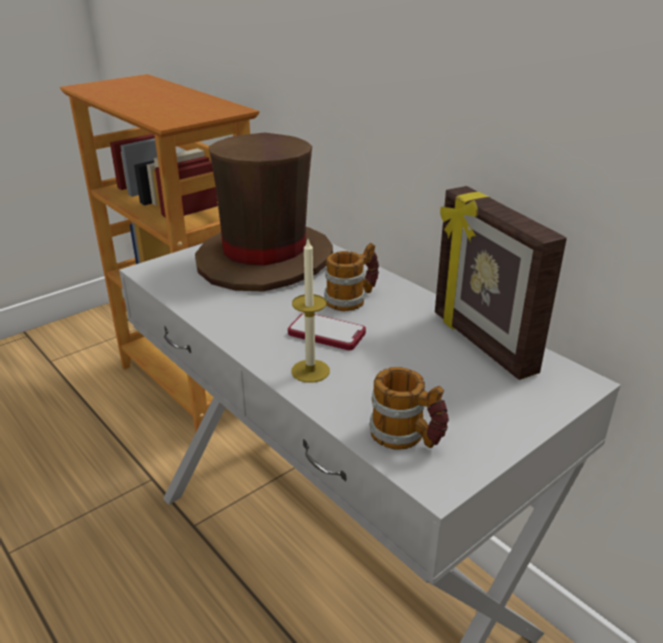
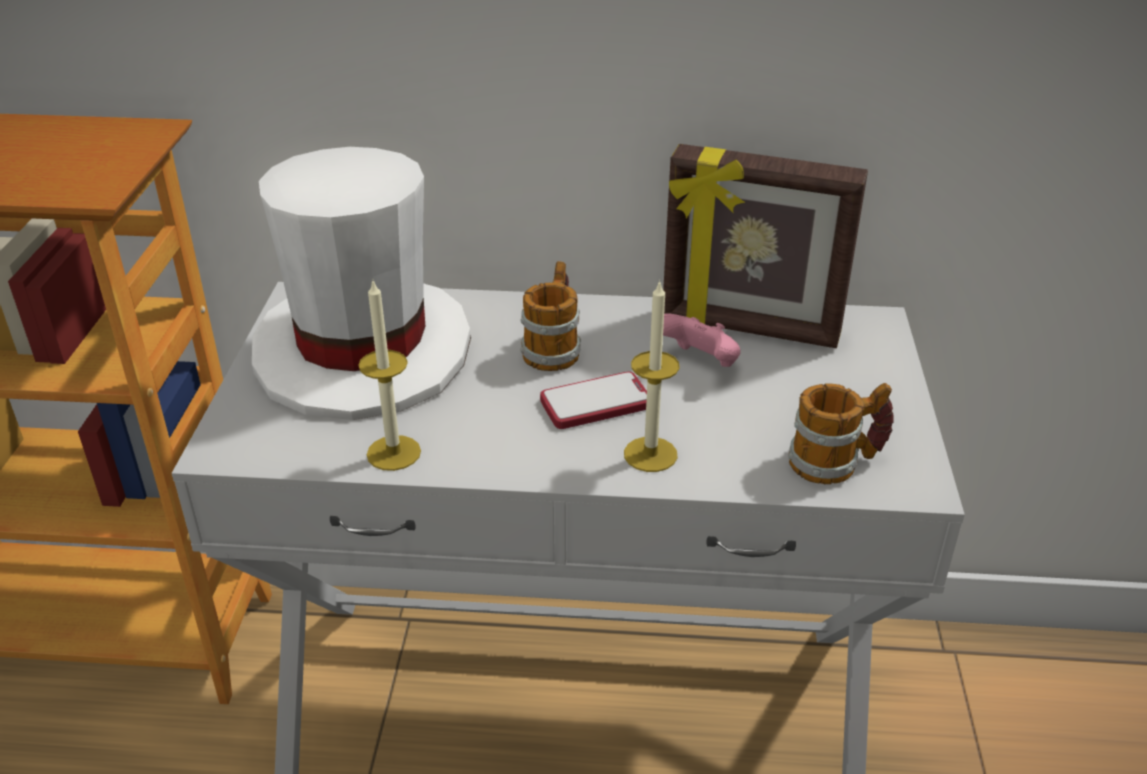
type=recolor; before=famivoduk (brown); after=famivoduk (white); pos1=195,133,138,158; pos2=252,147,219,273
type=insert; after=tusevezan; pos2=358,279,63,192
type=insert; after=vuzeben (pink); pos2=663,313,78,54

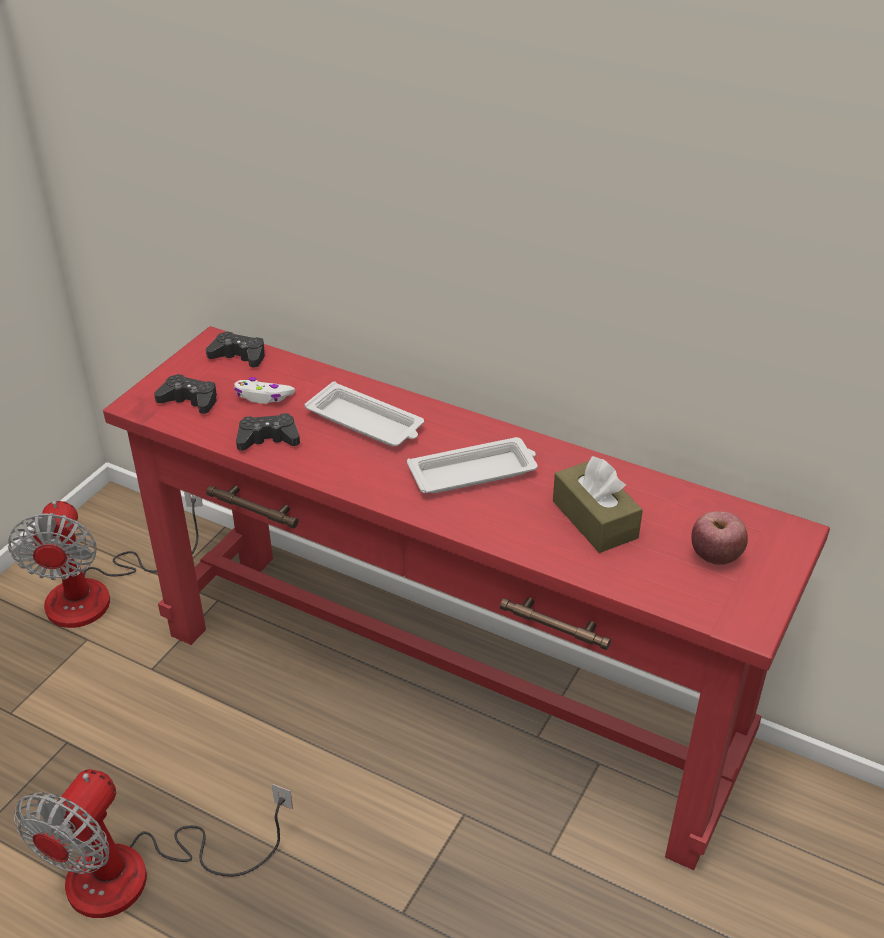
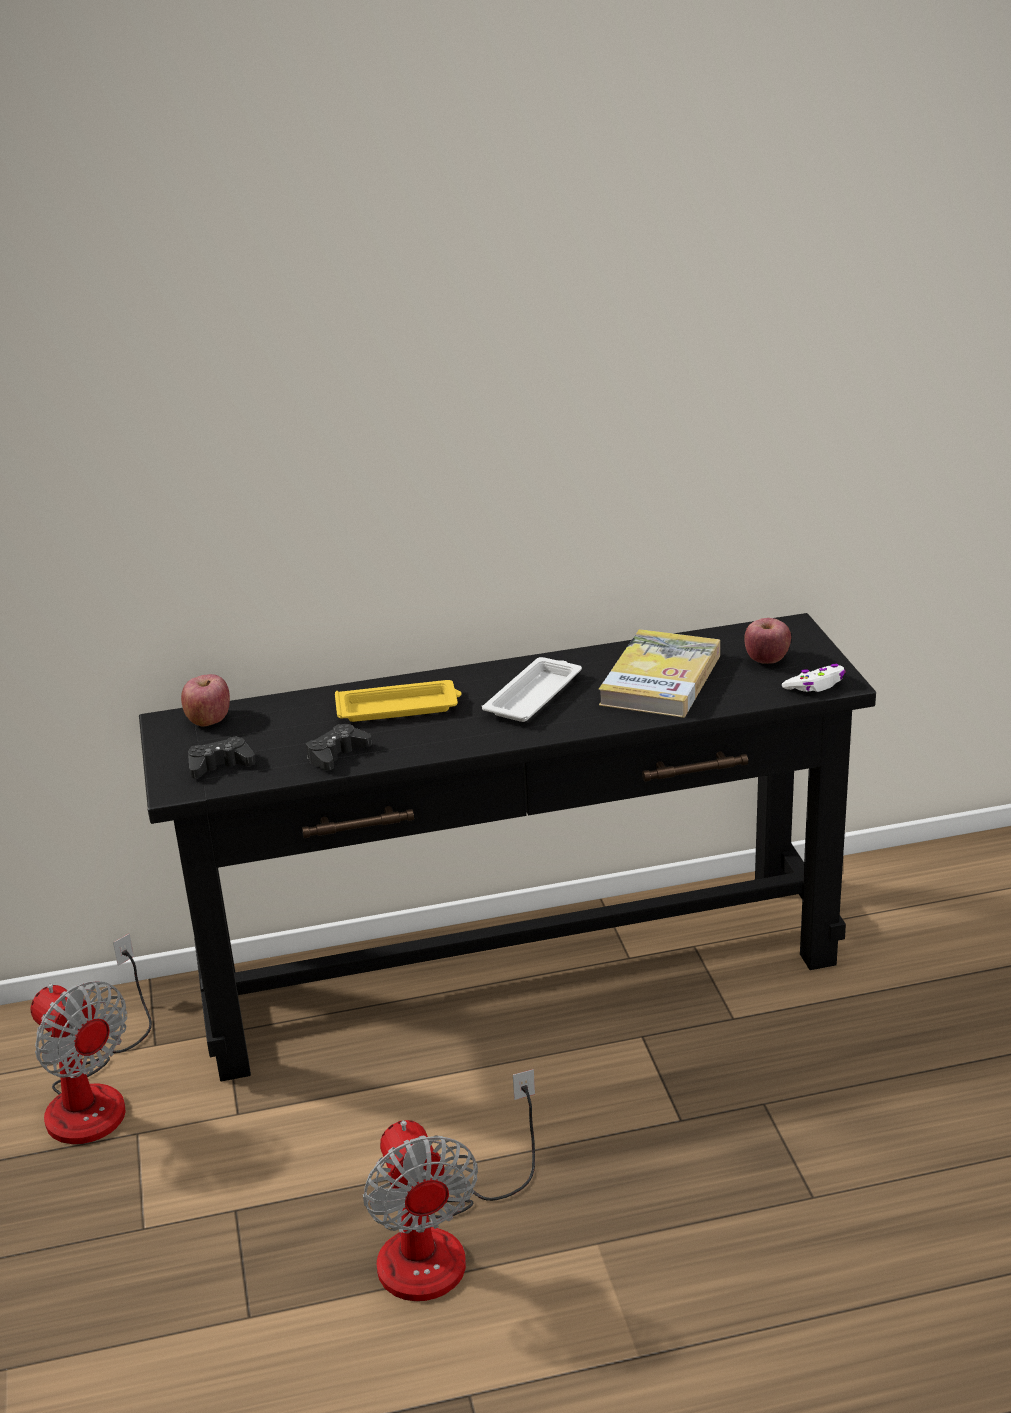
type=recolor; before=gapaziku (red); after=gapaziku (black); pos1=103,326,727,544; pos2=139,613,737,468
type=replace; before=vuzeben (black); after=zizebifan; pos1=206,331,59,37; pos2=181,674,49,52
type=recolor; before=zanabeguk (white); after=zanabeguk (yellow); pos1=304,381,120,66; pos2=335,680,126,42
type=replace; before=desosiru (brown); after=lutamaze; pos1=553,456,90,97; pos2=598,629,122,89
type=move; before=vuzeben (white); pos1=234,377,61,27; pos2=782,664,64,28

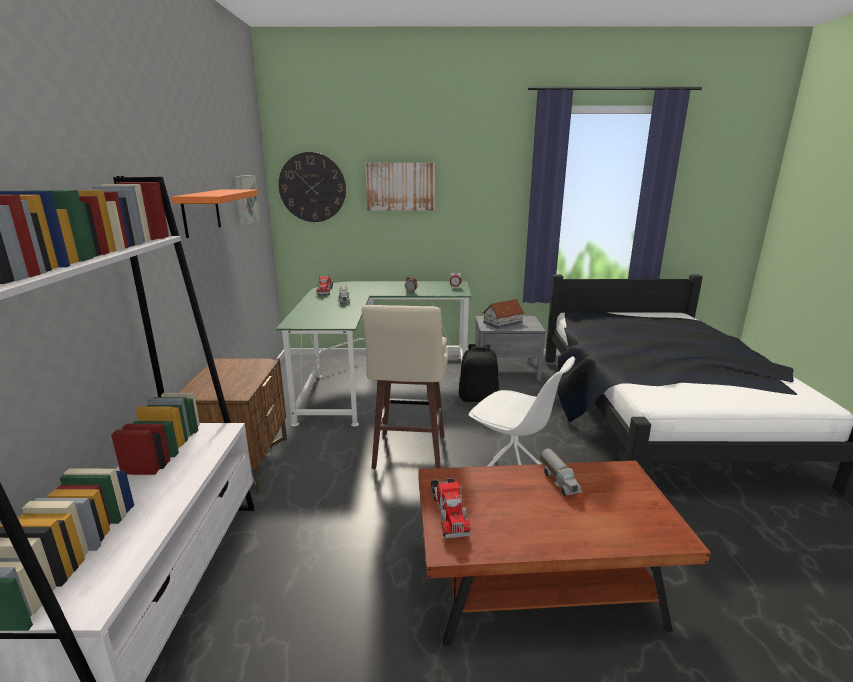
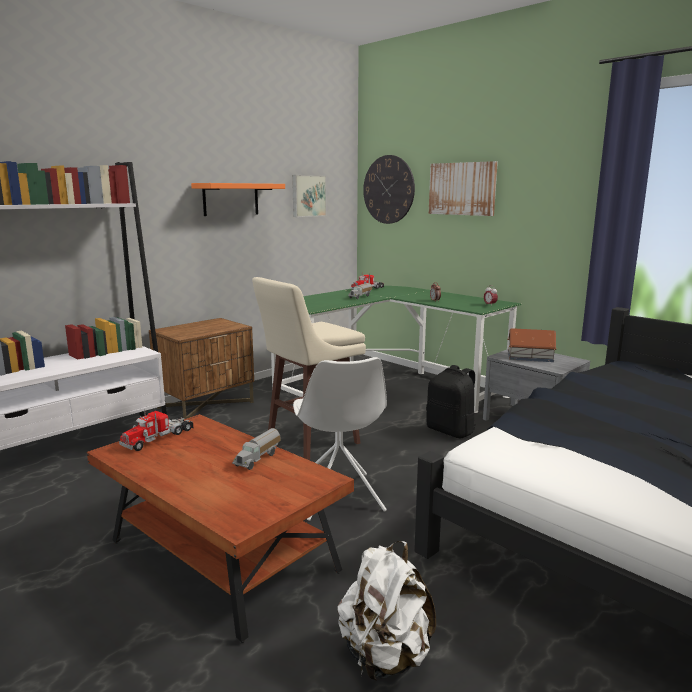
type=insert; after=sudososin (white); pos2=337,541,99,140

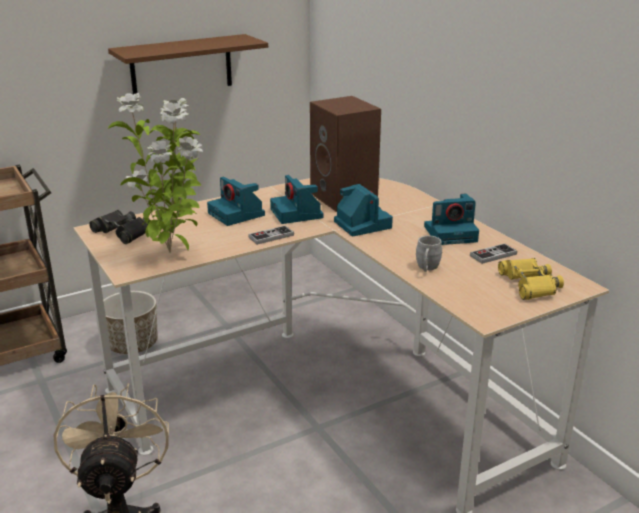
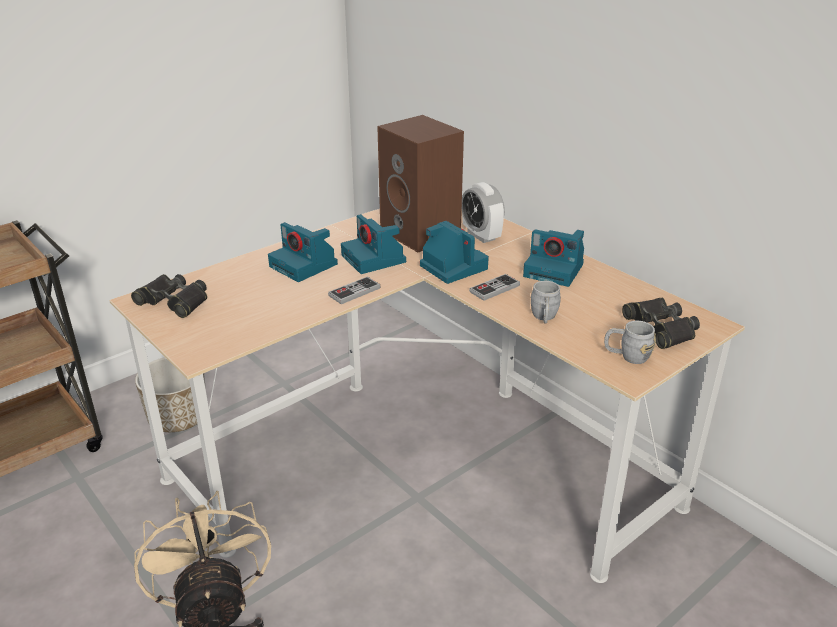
type=insert; after=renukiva; pos2=462,182,43,61
type=move; before=vuzeben; pos1=470,243,47,21; pos2=469,274,51,27
type=rotate; before=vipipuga; pos1=424,194,55,51; pos2=523,230,61,57; turn=45
type=insert; after=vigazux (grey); pos2=604,321,52,43
type=recolor; before=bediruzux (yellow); after=bediruzux (black); pos1=498,258,66,42; pos2=622,298,78,51
type=delete; before=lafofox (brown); pos1=108,34,160,61
type=delete; before=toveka; pos1=108,93,95,160

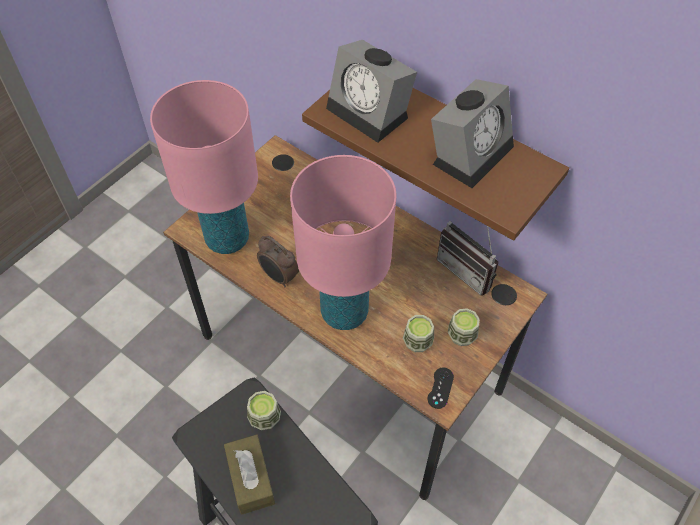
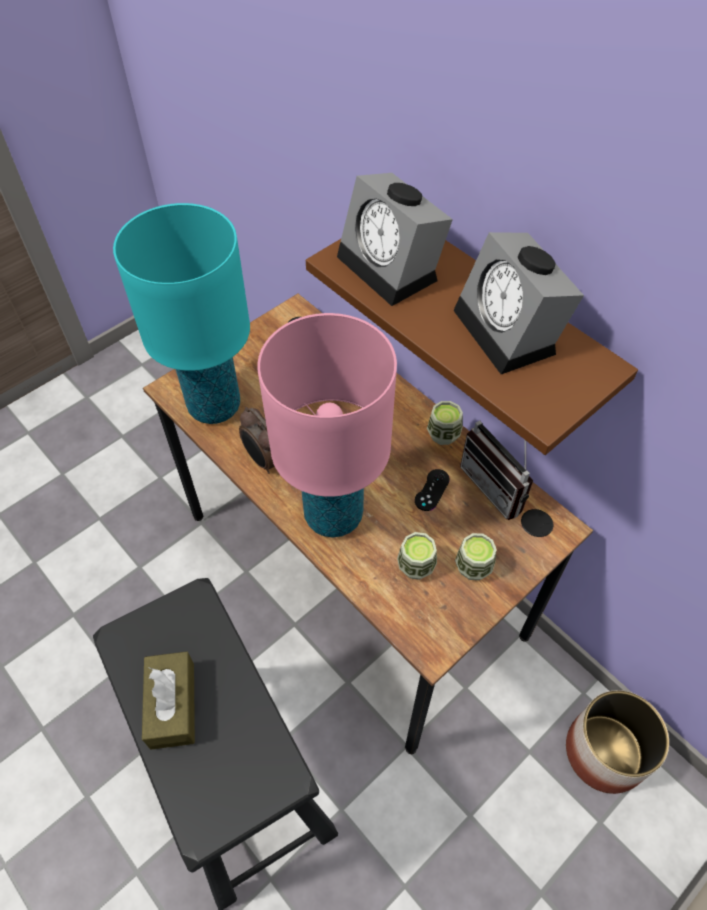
type=recolor; before=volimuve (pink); after=volimuve (turquoise); pos1=150,80,108,174; pos2=113,203,137,221
type=move; before=vuzeben (black); pos1=428,367,26,42; pos2=415,469,35,42
type=move; before=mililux; pos1=247,391,34,39; pos2=427,401,36,44
type=rotate; before=renukiva; pos1=431,79,83,109; pos2=453,232,131,142; turn=105
type=insert; after=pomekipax; pos2=566,690,103,104

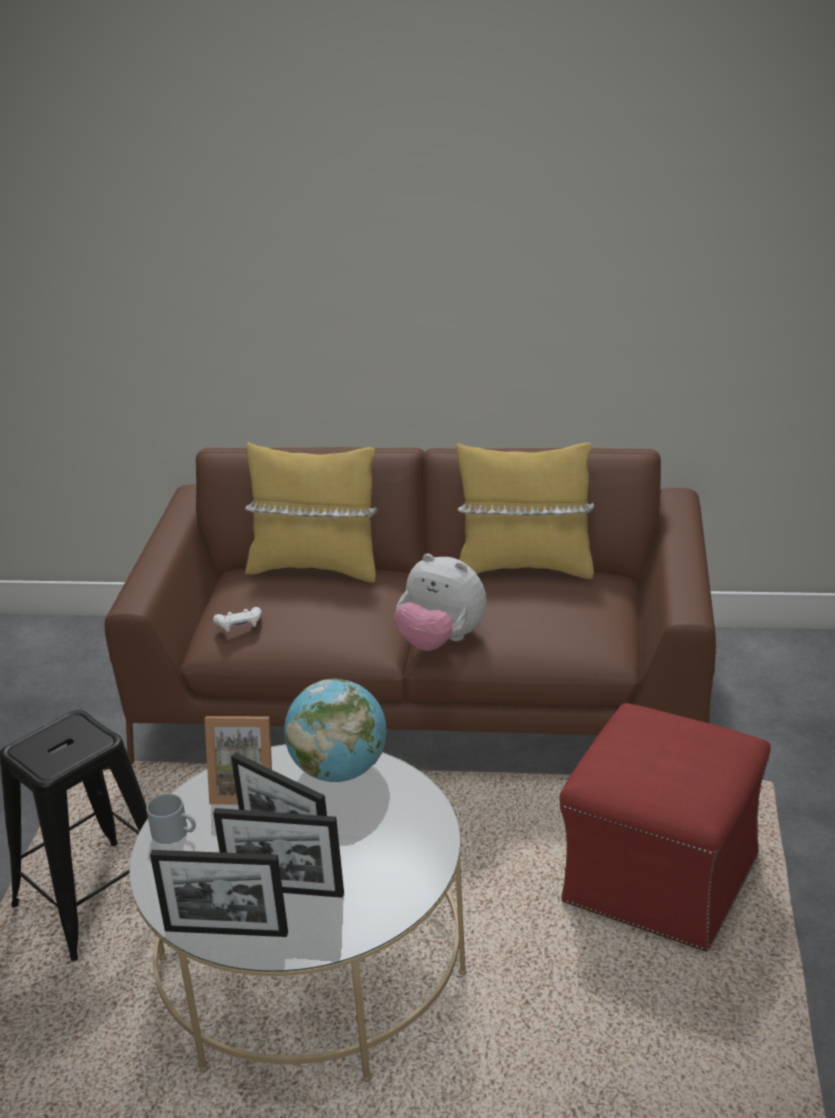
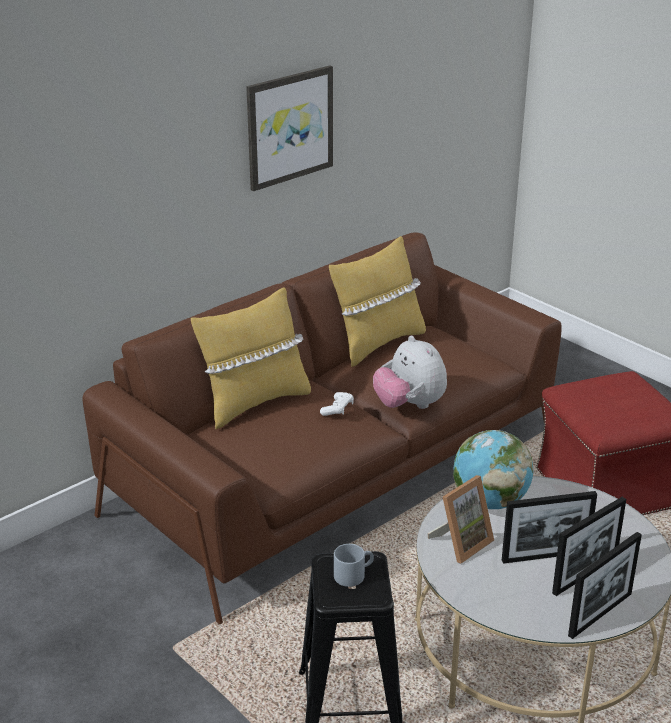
type=insert; after=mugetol; pos2=246,65,87,126
type=move; before=vuzeben (white); pos1=213,607,49,25; pos2=320,392,34,24
type=move; before=vigazux (grey); pos1=146,794,50,50; pos2=334,544,40,43
type=rotate; before=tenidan; pos1=394,553,93,98; pos2=373,336,74,73; turn=75

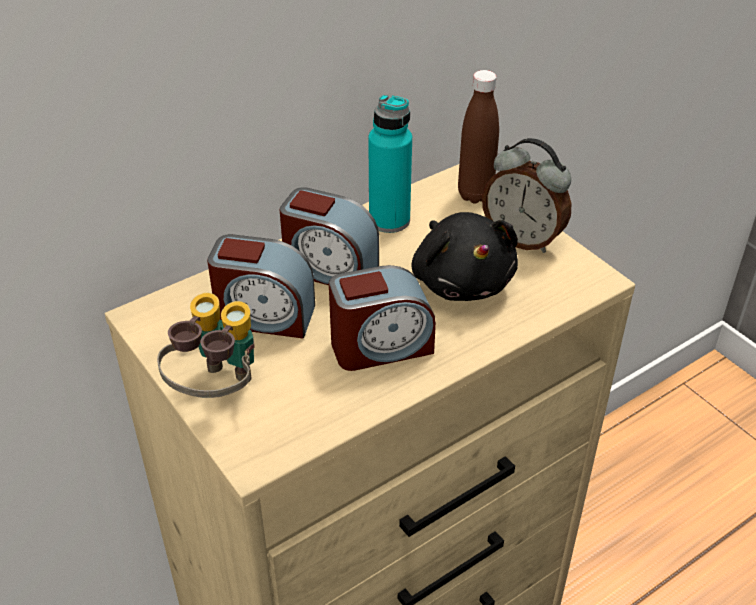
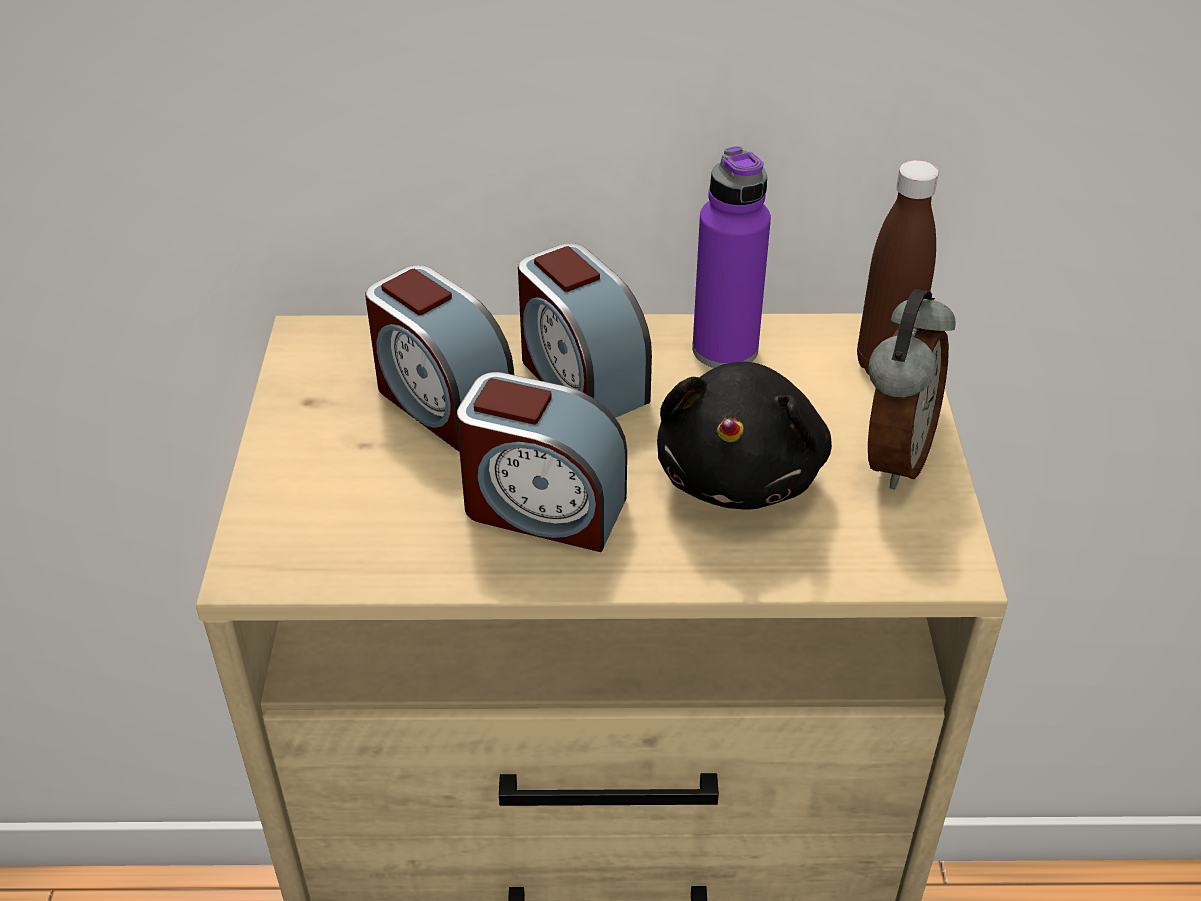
type=recolor; before=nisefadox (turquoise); after=nisefadox (purple); pos1=368,94,44,139; pos2=692,146,79,222
type=rotate; before=renukiva; pos1=482,138,90,115; pos2=868,289,88,201; turn=-135
type=delete; before=bediruzux; pos1=157,293,97,105

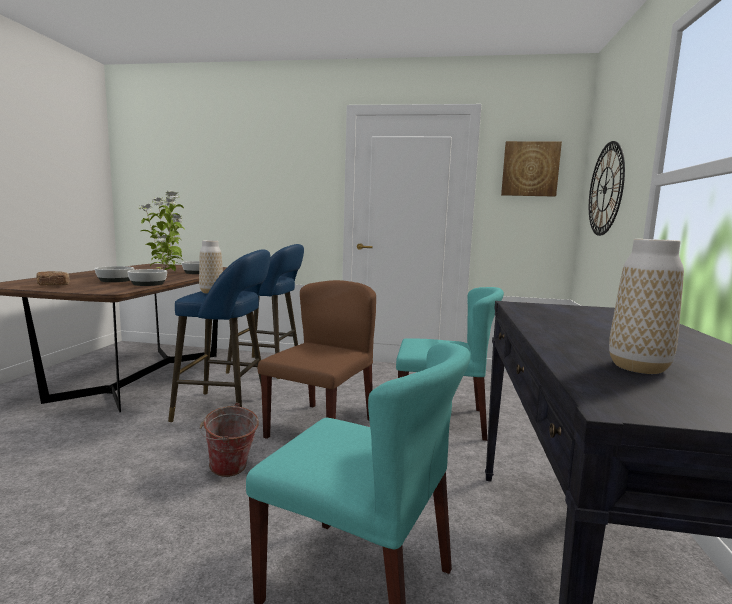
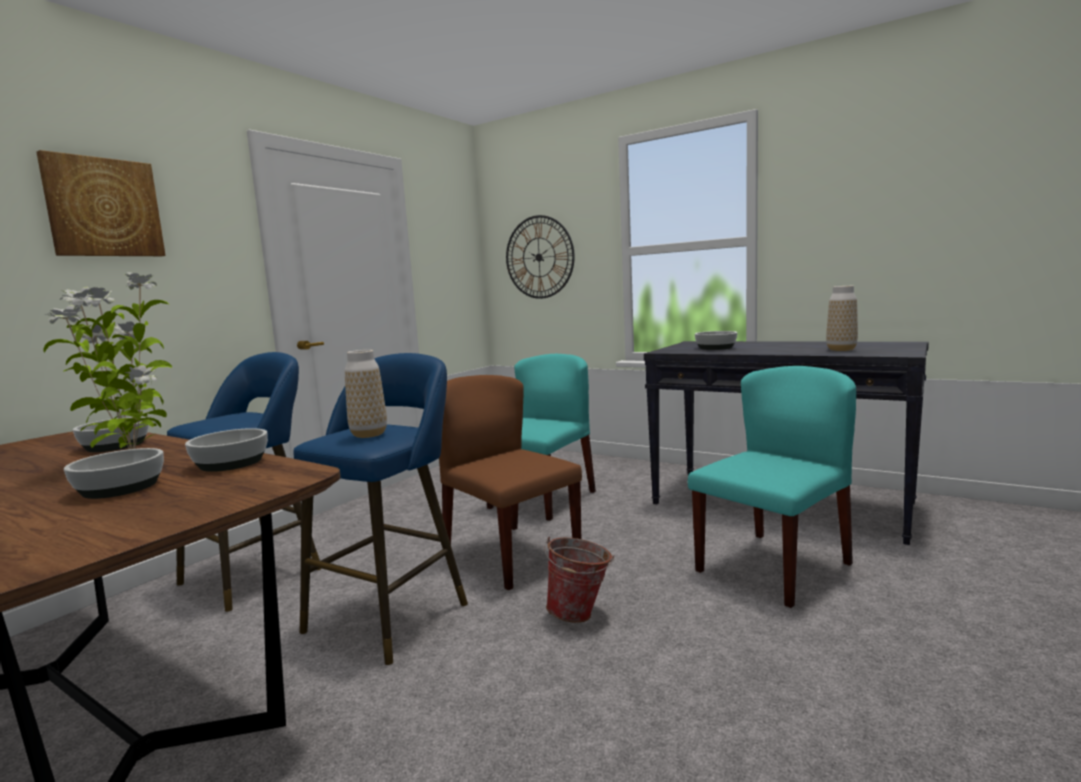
type=move; before=mugetol; pos1=501,141,61,56; pos2=36,150,130,106
type=insert; after=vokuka; pos2=695,331,42,19
type=delete; before=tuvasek; pos1=36,271,34,14

